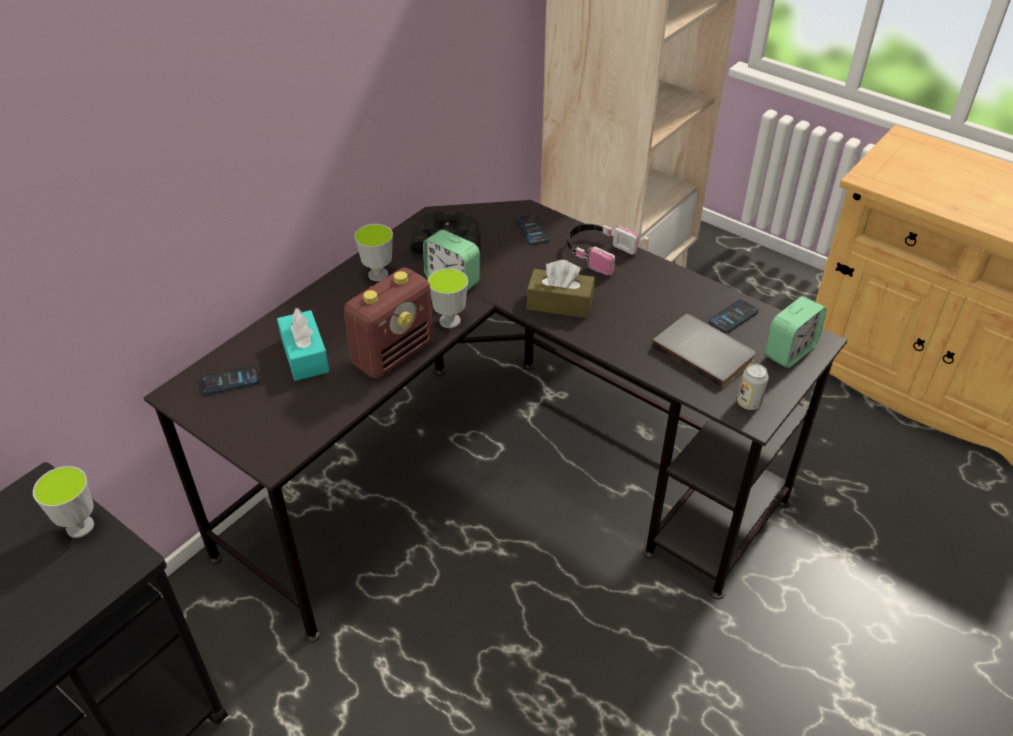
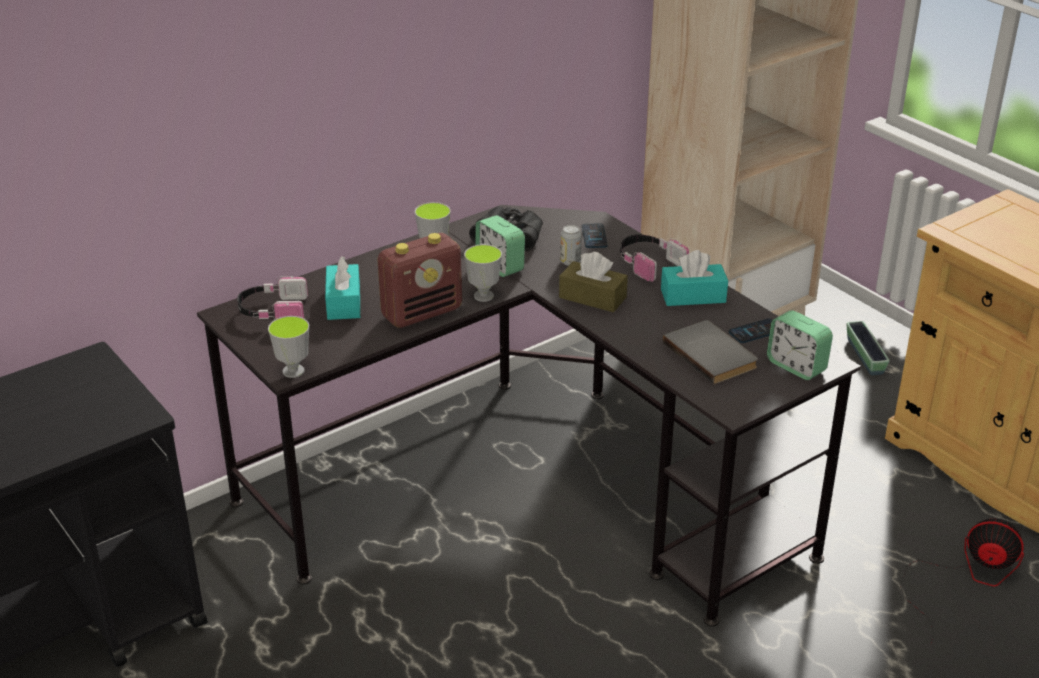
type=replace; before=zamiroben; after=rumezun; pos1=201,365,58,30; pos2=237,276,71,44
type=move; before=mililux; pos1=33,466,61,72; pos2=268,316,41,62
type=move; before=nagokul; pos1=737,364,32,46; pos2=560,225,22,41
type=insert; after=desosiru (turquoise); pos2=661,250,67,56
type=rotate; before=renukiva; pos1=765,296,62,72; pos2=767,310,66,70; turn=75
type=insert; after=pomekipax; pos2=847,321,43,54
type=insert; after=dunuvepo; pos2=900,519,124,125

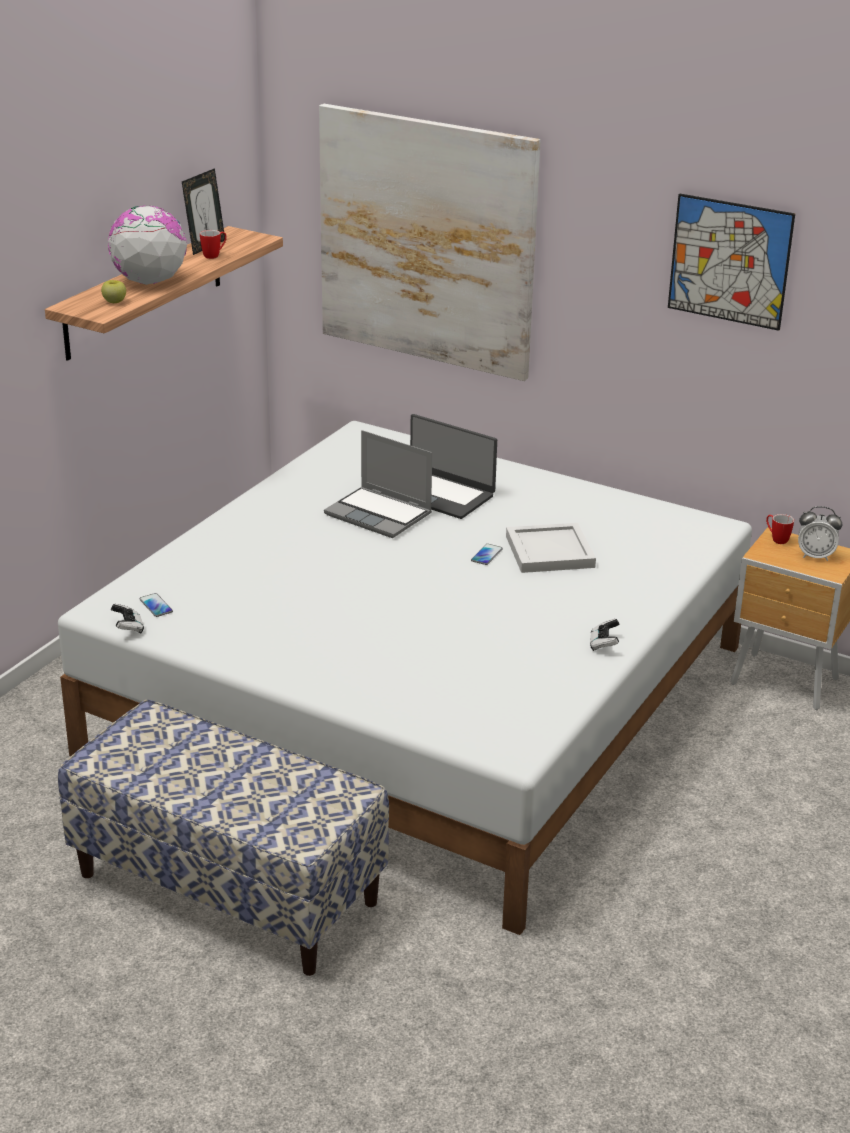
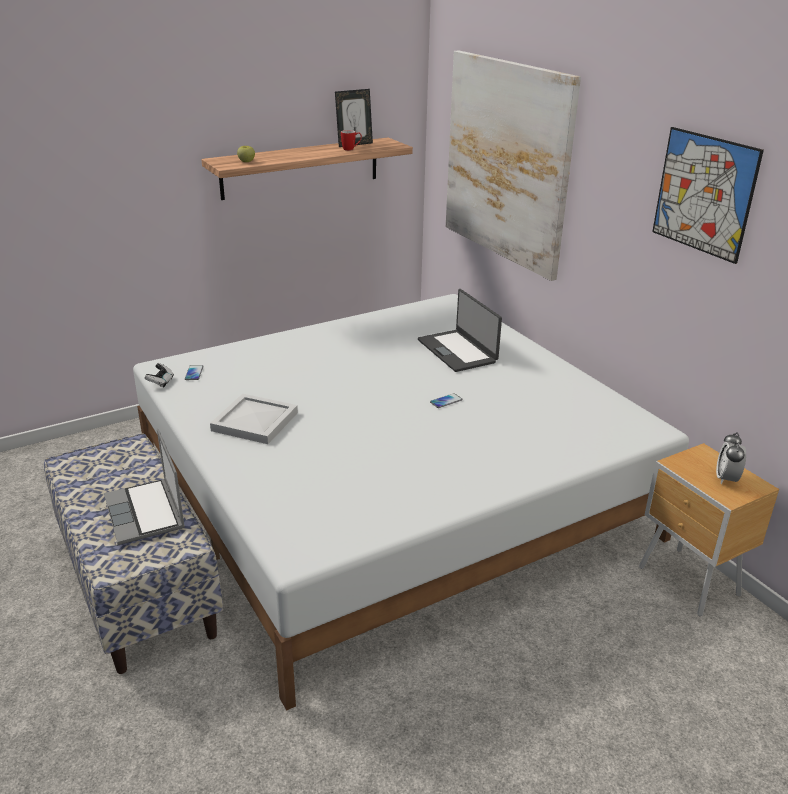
type=move; before=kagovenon; pos1=324,430,108,108; pos2=104,429,81,116
type=move; before=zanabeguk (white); pos1=506,523,90,50; pos2=210,394,88,50
type=rotate; before=renukiva; pos1=798,506,45,55; pos2=716,432,30,52; turn=60
type=delete; before=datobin; pos1=108,205,79,80
type=delete; before=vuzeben; pos1=590,619,29,32
type=delete; before=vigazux; pos1=766,514,28,30

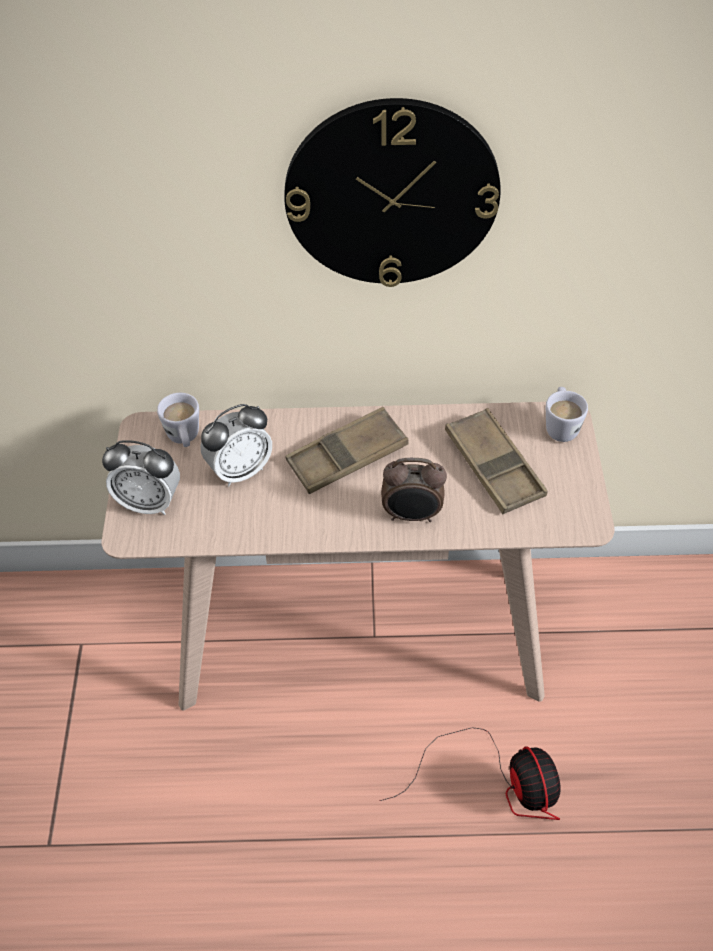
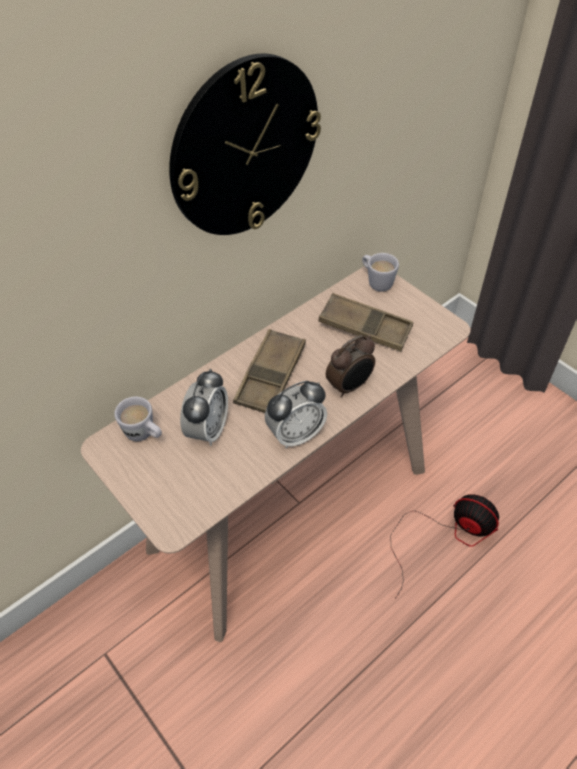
type=move; before=renukiva; pos1=102,440,78,75; pos2=265,381,62,68

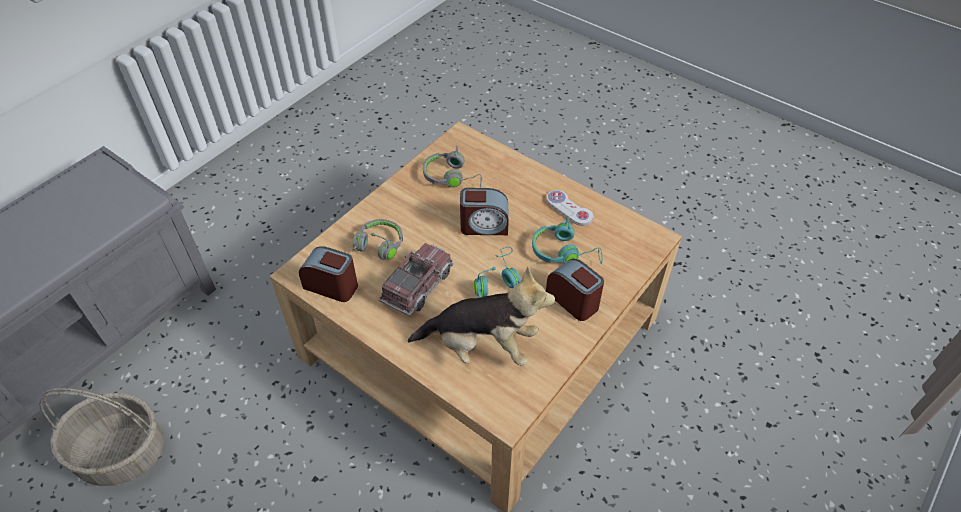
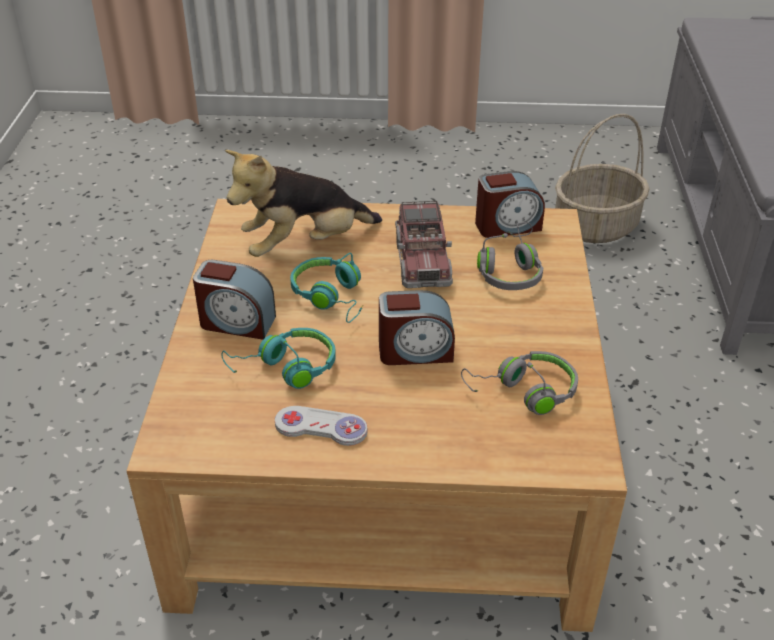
type=rotate; before=renukiva; pos1=460,188,49,47; pos2=379,290,76,75; turn=-150

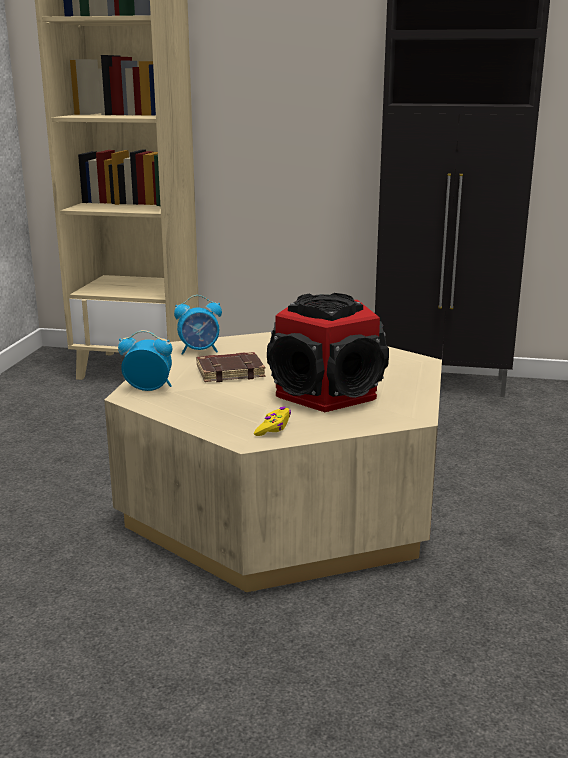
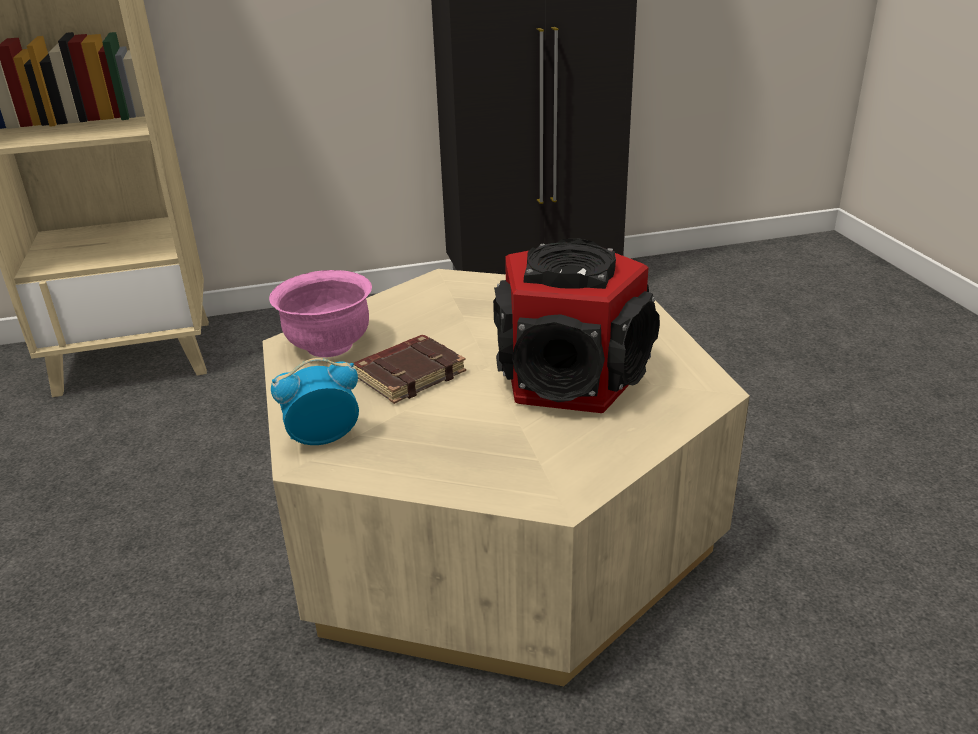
type=replace; before=renukiva; after=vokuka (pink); pos1=174,295,48,60; pos2=269,270,103,87
type=delete; before=vuzeben (yellow); pos1=254,407,37,29

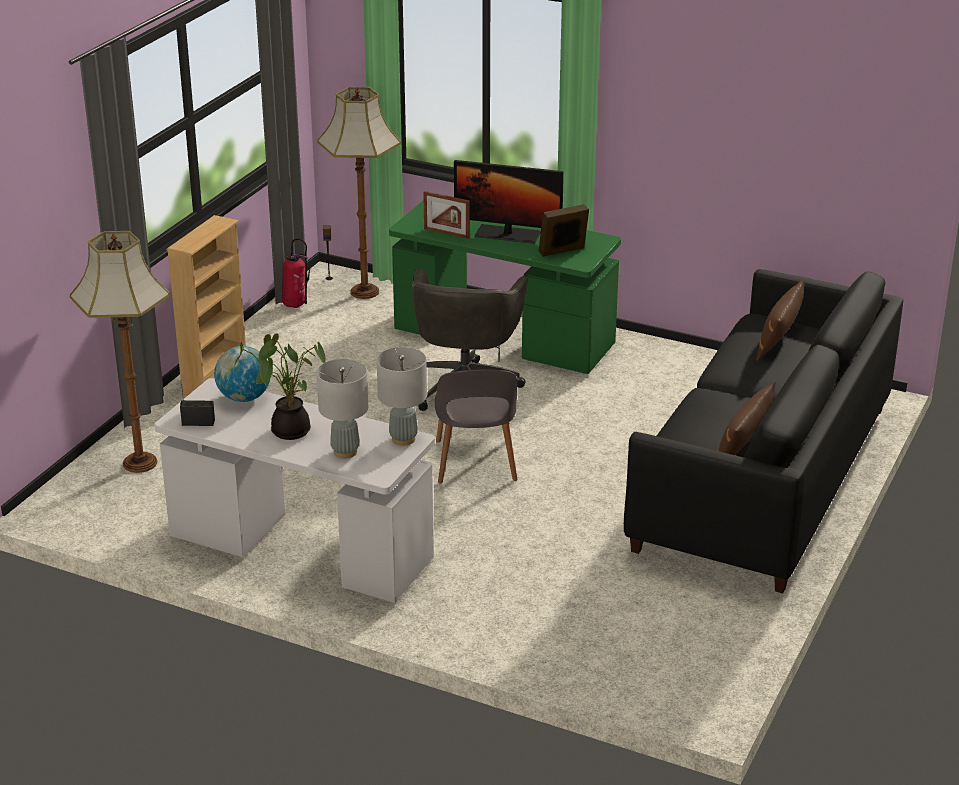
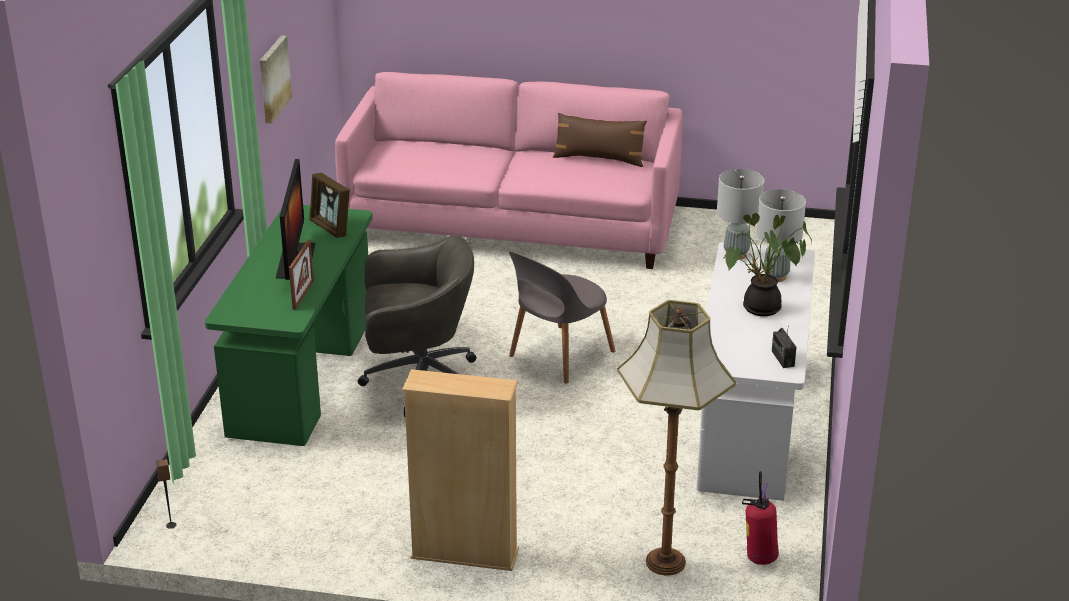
type=insert; after=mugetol; pos2=260,35,32,89
type=recolor; before=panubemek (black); after=panubemek (pink); pos1=624,269,279,324; pos2=335,72,348,197
type=rotate; before=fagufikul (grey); pos1=435,370,82,114; pos2=509,251,106,133; turn=150
type=move; before=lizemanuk; pos1=282,238,29,70; pos2=742,471,37,94
type=delete; before=datobin; pos1=214,346,56,56
type=delete; before=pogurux; pos1=317,87,84,212
type=delete; before=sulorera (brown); pos1=756,278,49,83

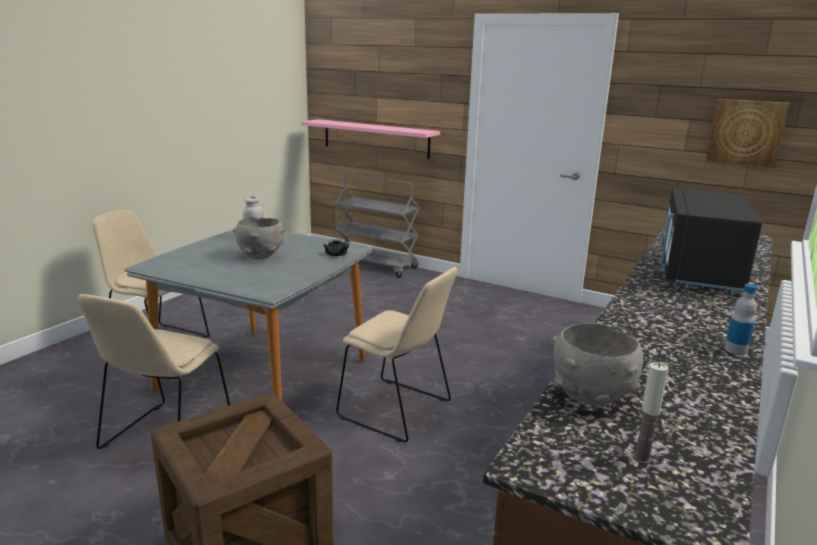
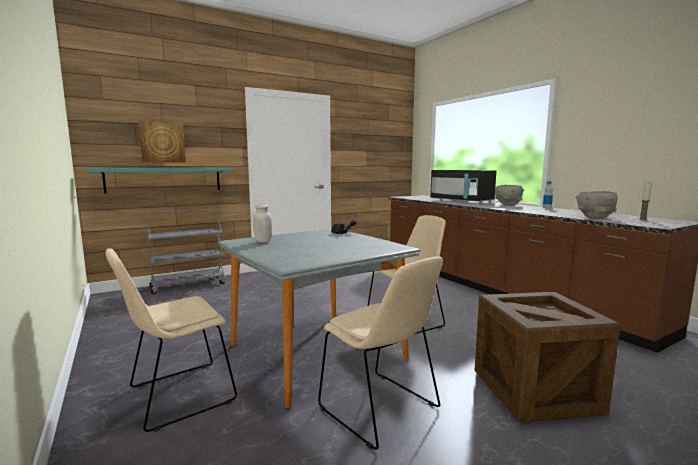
type=recolor; before=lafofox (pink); after=lafofox (turquoise); pos1=301,119,139,40; pos2=89,168,143,26
type=move; before=mugetol; pos1=706,99,83,69; pos2=138,121,48,41
type=move; before=vokuka (grey); pos1=233,217,52,42; pos2=495,185,30,21

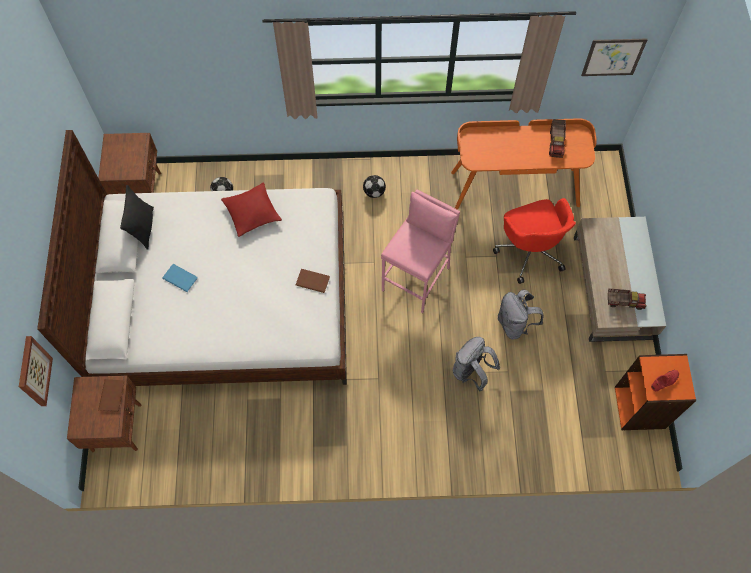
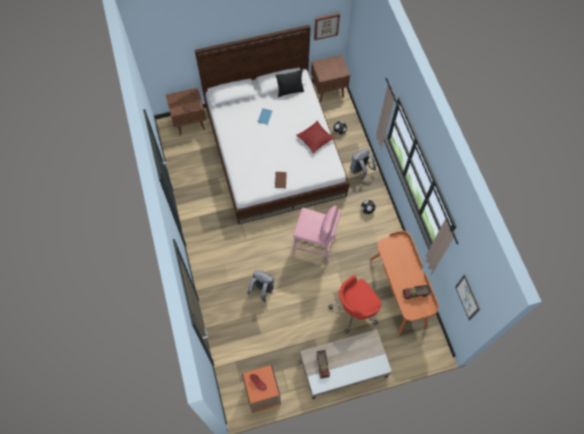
type=move; before=mugetol; pos1=19,336,34,70; pos2=314,13,26,27
type=move; before=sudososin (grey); pos1=498,289,46,51; pos2=350,148,26,32

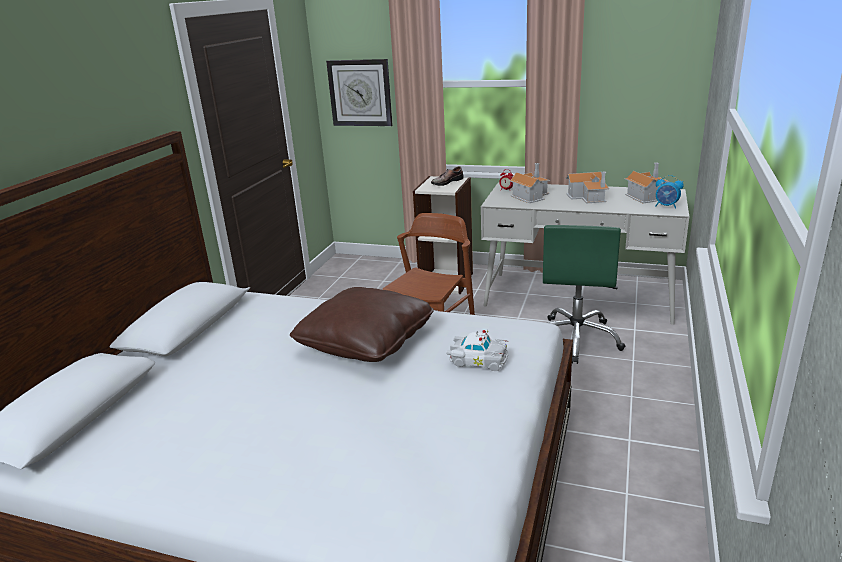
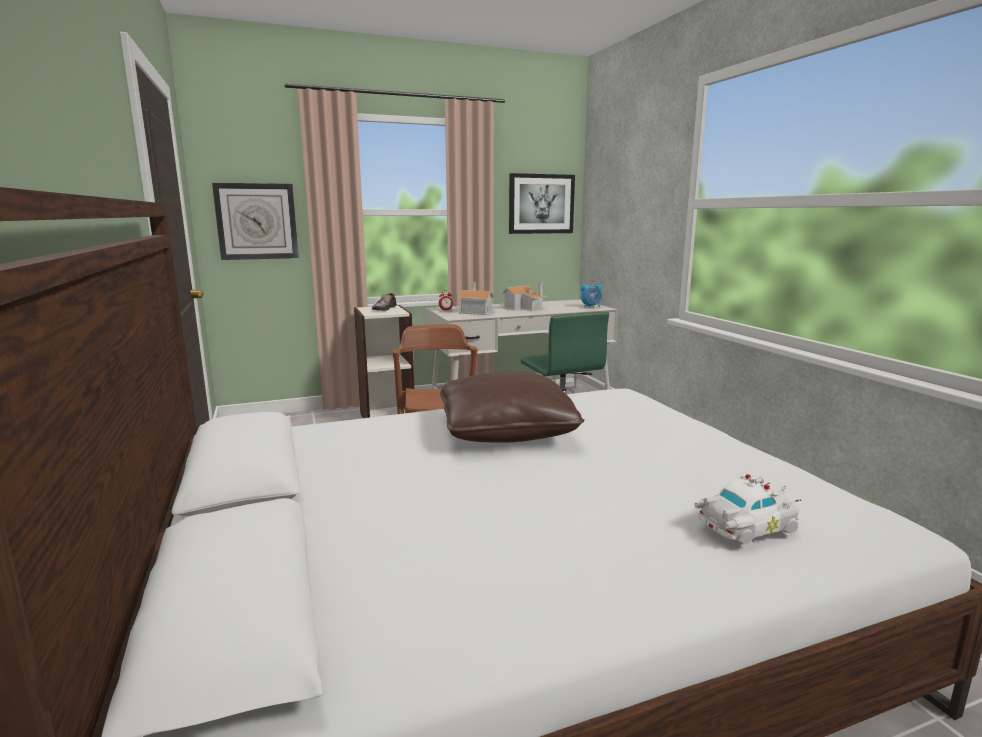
type=insert; after=mugetol; pos2=509,173,66,61
type=move; before=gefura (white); pos1=446,330,63,41; pos2=695,474,106,70
type=delete; before=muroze; pos1=624,163,45,40

